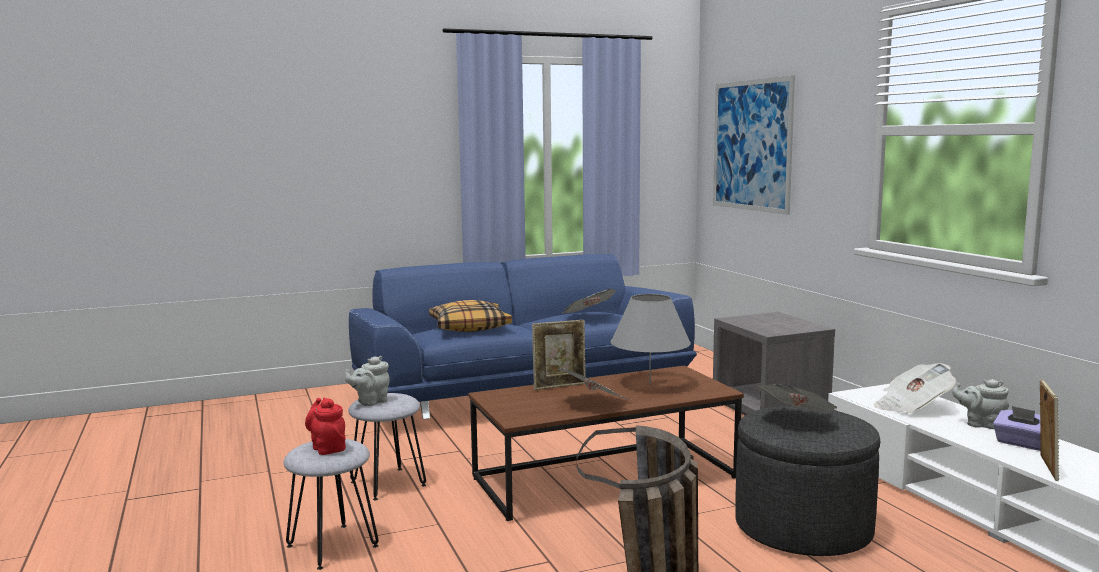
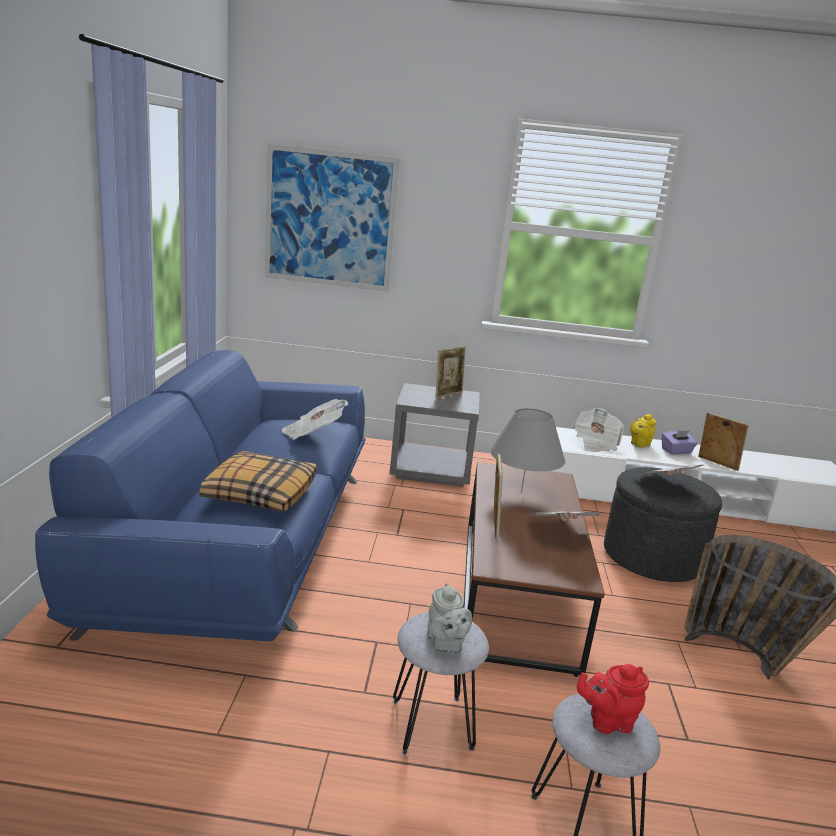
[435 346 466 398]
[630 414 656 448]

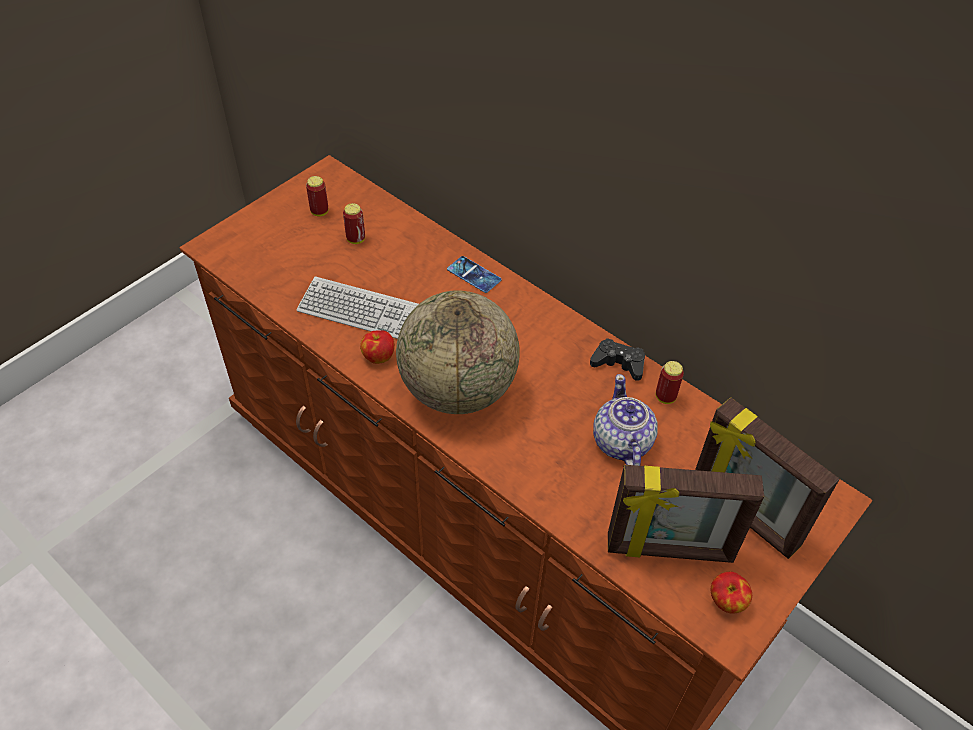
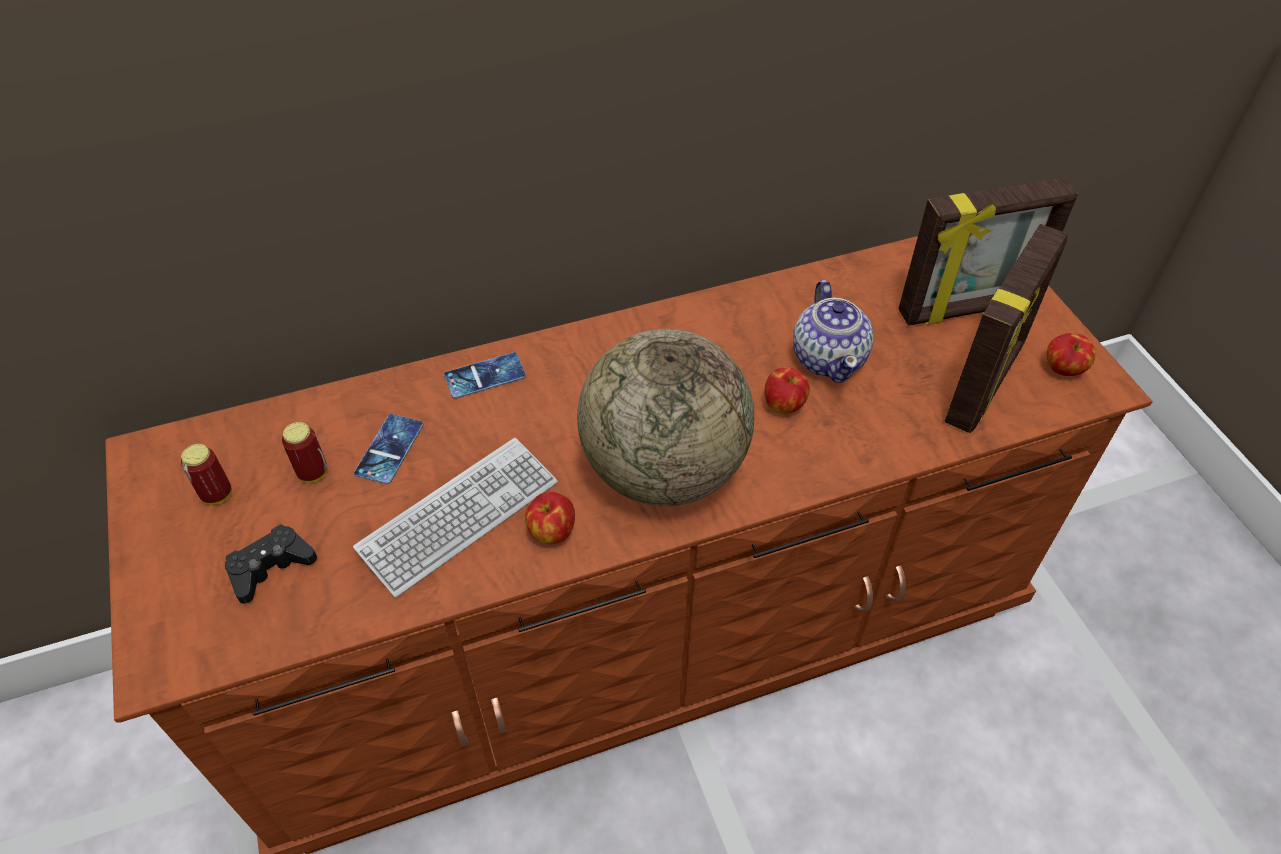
[656 361 684 404] (first image)
[354 414 423 484]
[764 367 810 414]
[225 524 317 604]
[793 280 874 383]

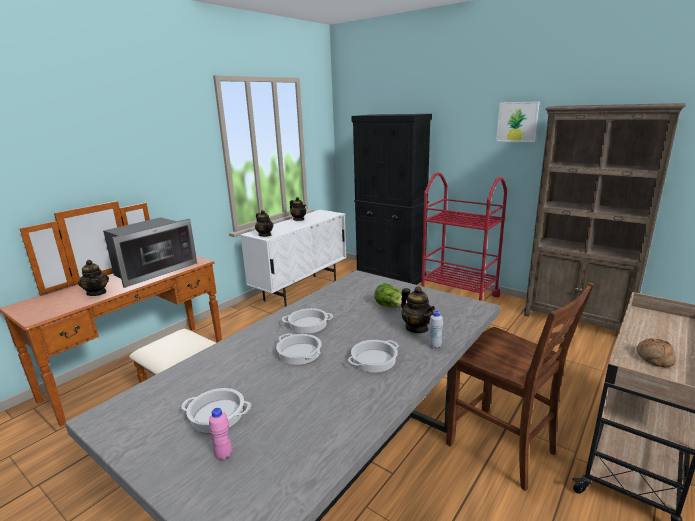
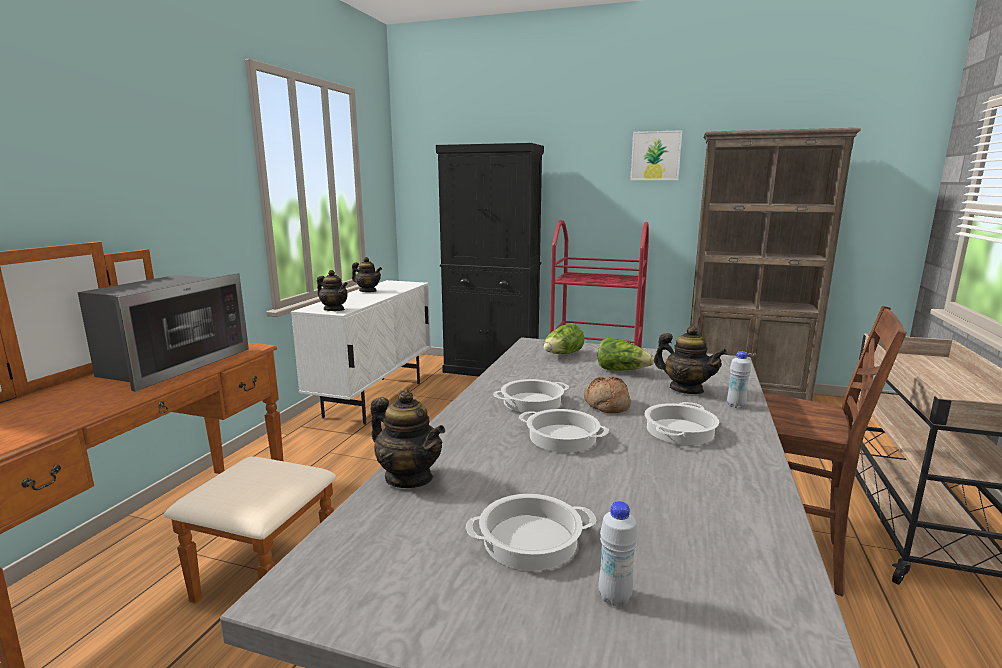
[543 323 585 354]
[370 389 445 488]
[584 376 631 413]
[599 501 638 606]

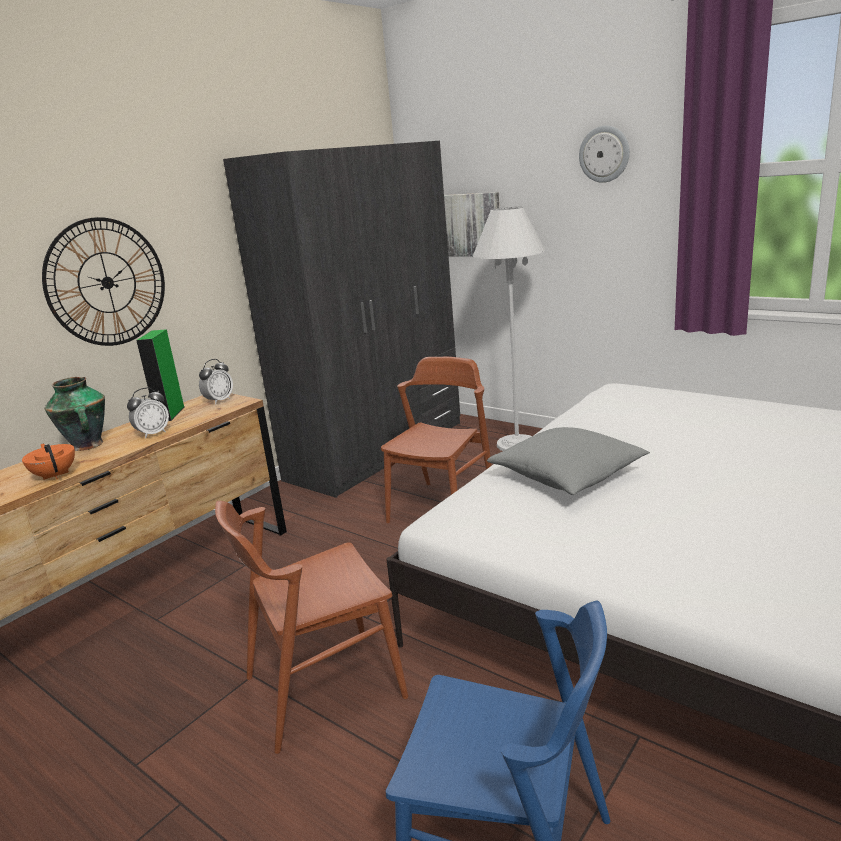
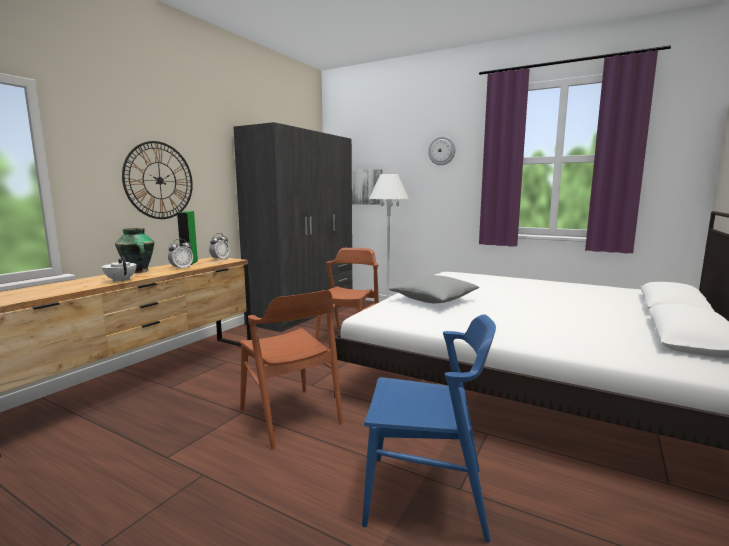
[102 256 137 282]
[240 290 343 449]

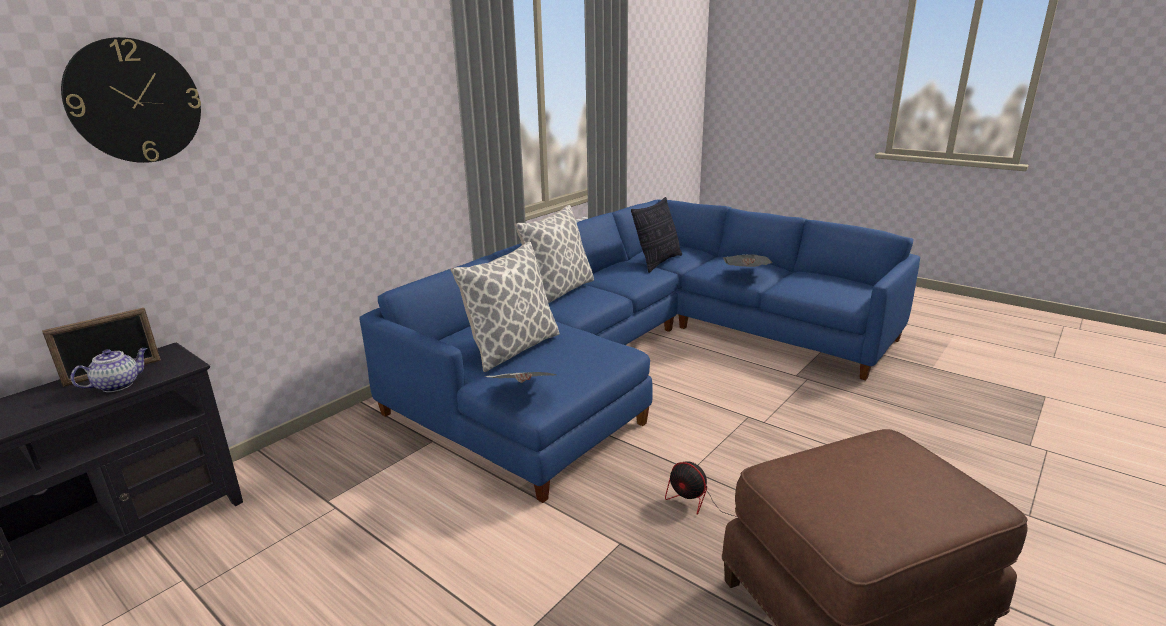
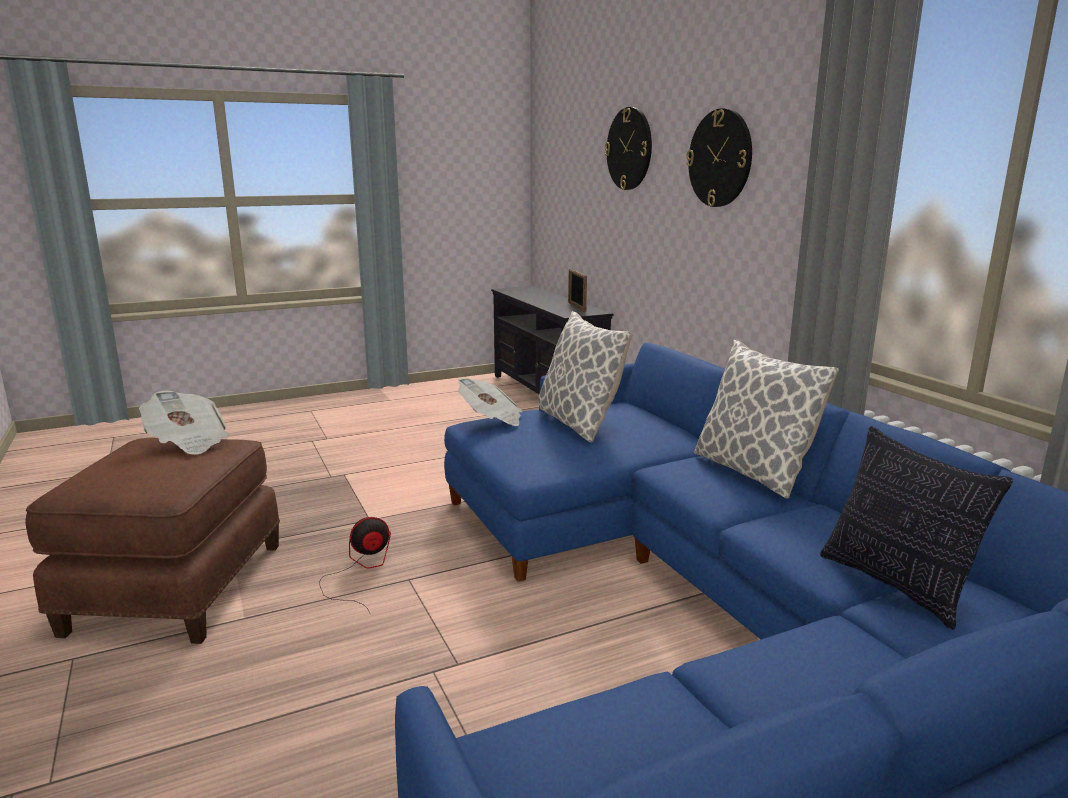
[71 348 147 392] (first image)
[686 108 752 207]
[139 390 229 455]

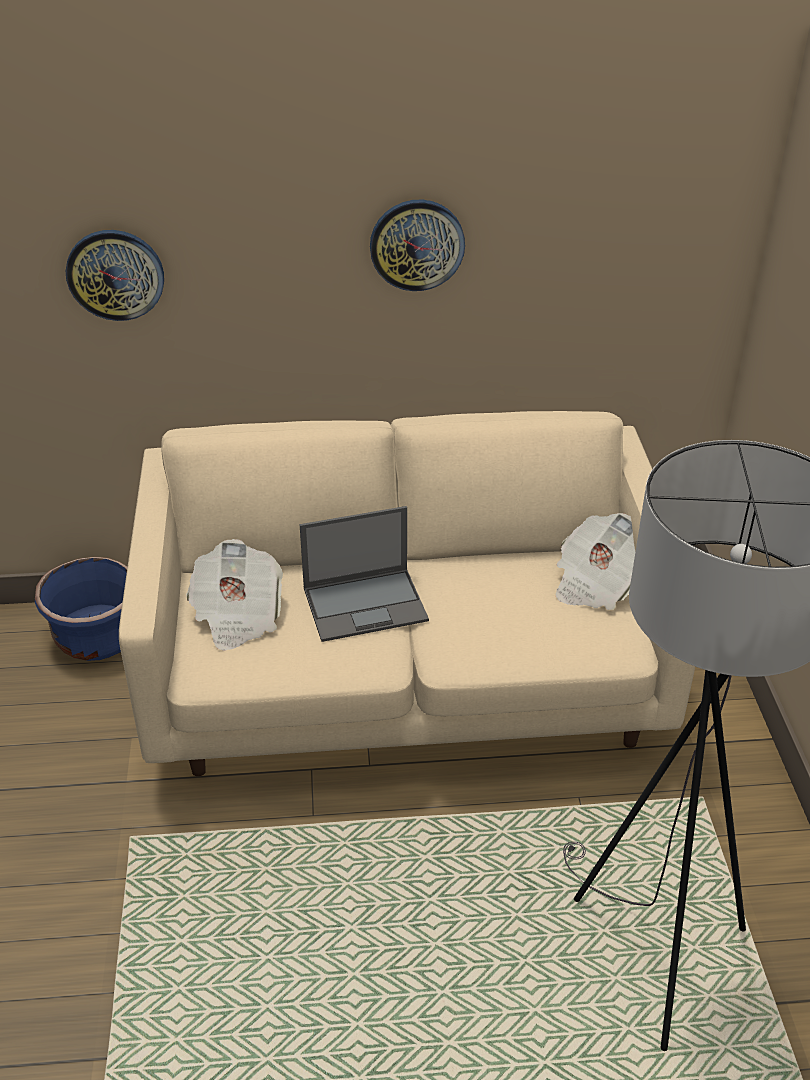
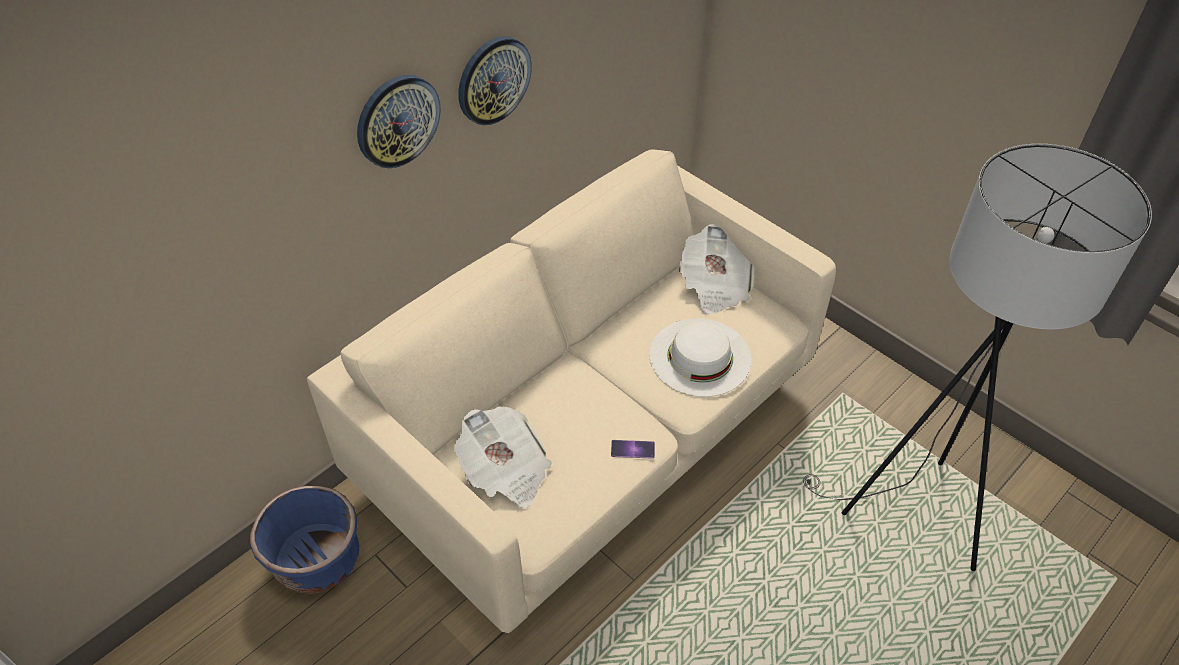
[300 506 429 642] (first image)
[611 440 655 459]
[649 318 751 397]
[357 75 441 168]

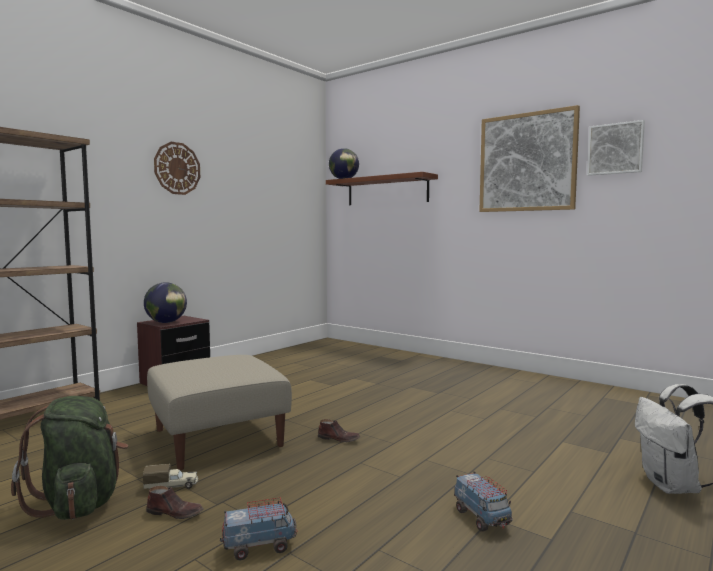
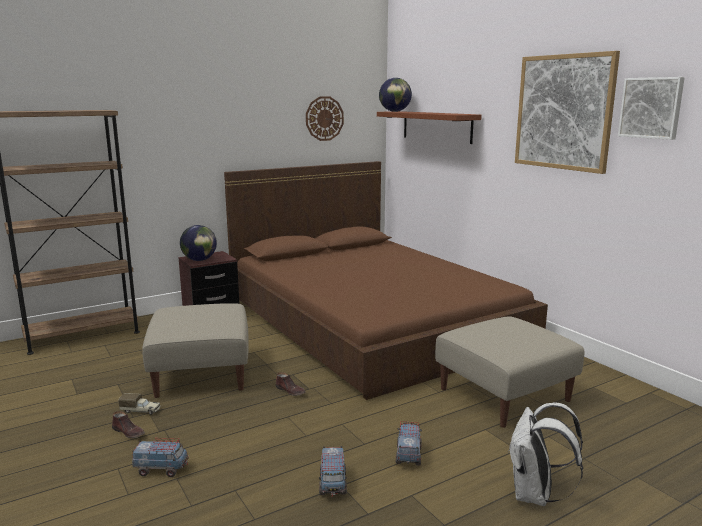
[11 396 128 520] (first image)
[224 161 548 400]
[396 421 422 466]
[435 317 584 428]
[306 96 344 141]

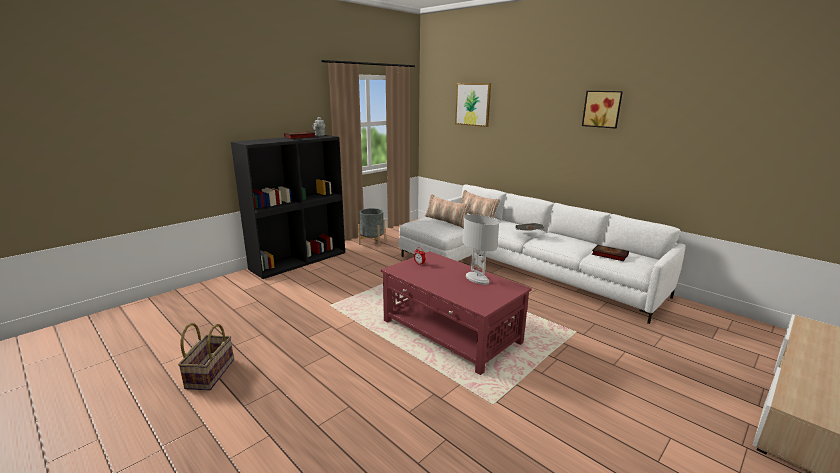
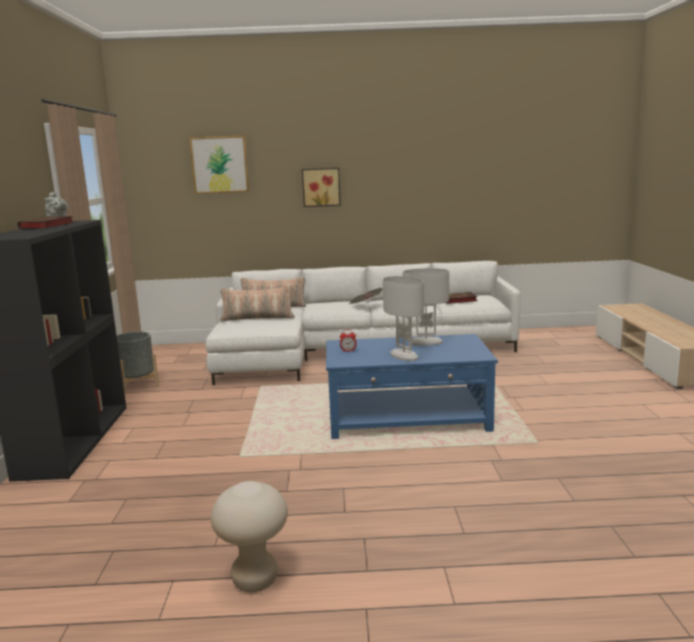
[383 276 424 361]
[302 168 341 207]
[211 481 288 592]
[326 334 498 439]

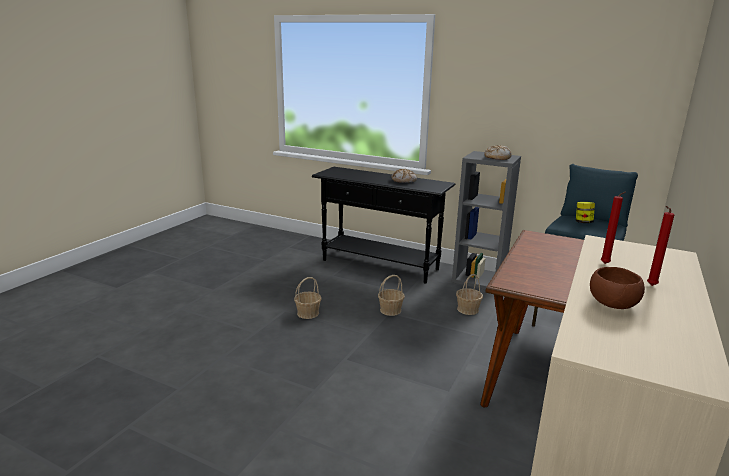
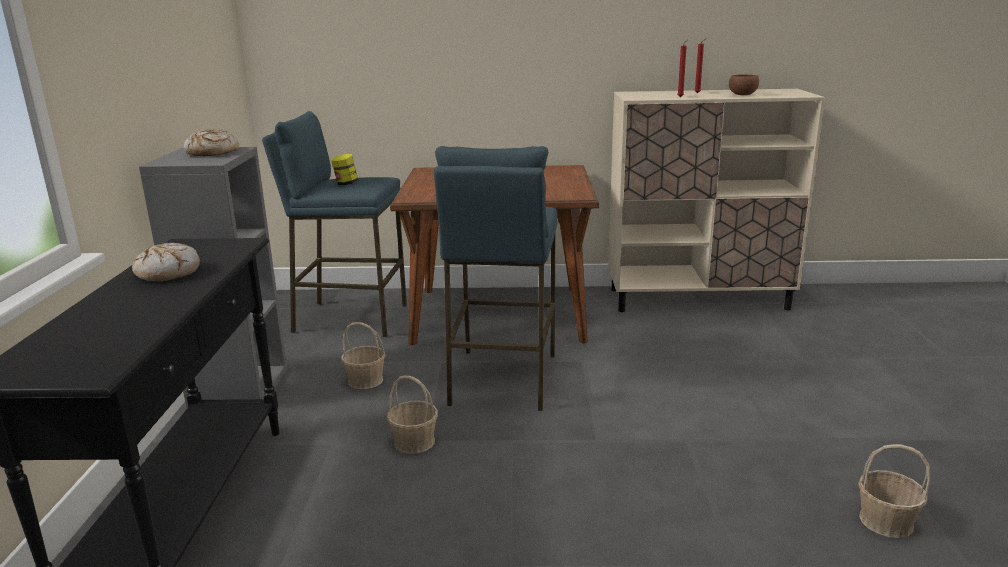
[434 146 557 411]
[858 444 930 538]

